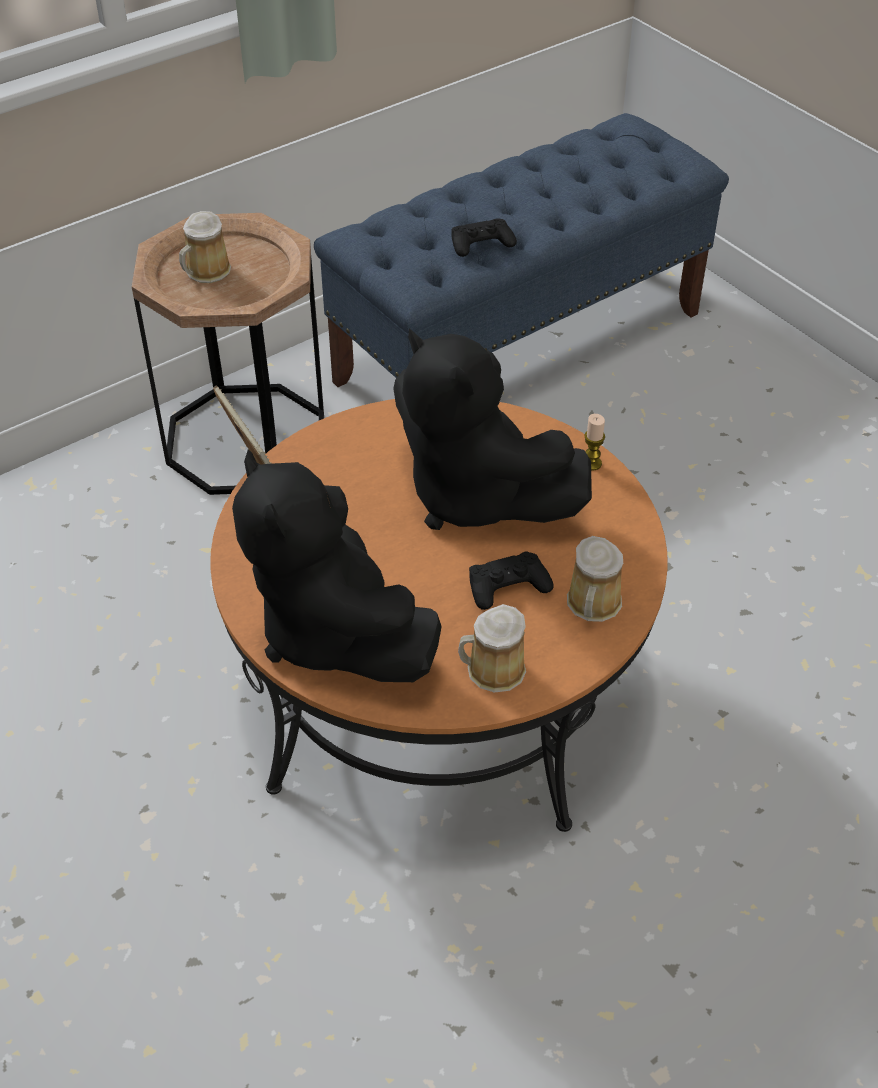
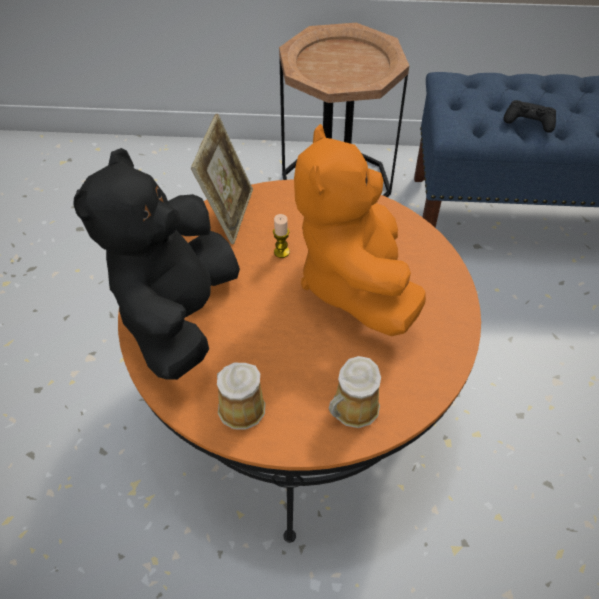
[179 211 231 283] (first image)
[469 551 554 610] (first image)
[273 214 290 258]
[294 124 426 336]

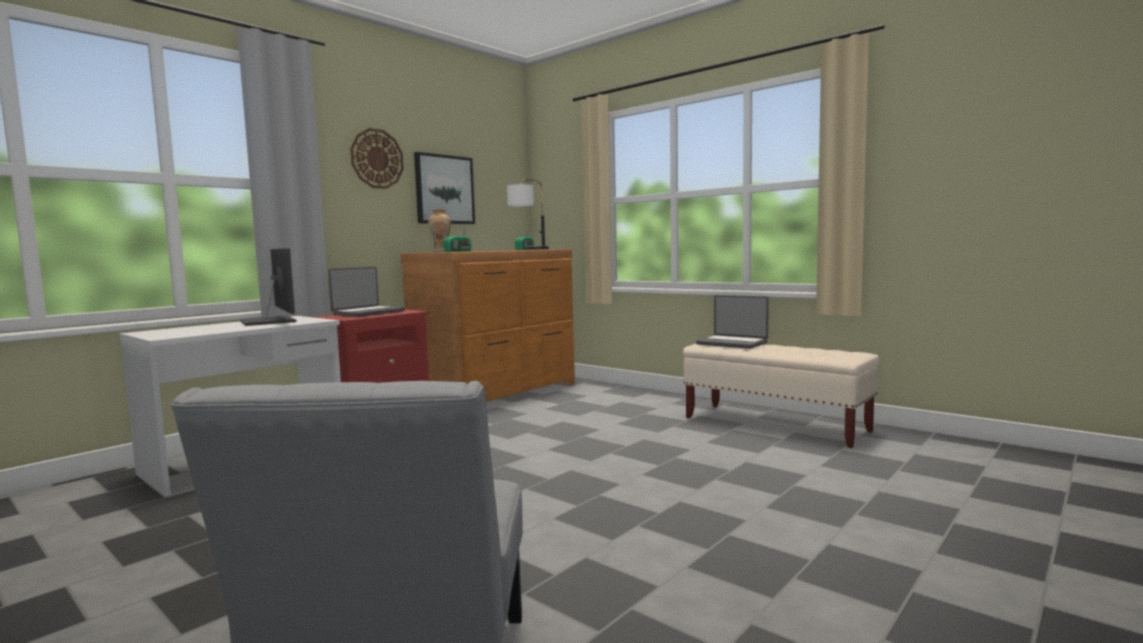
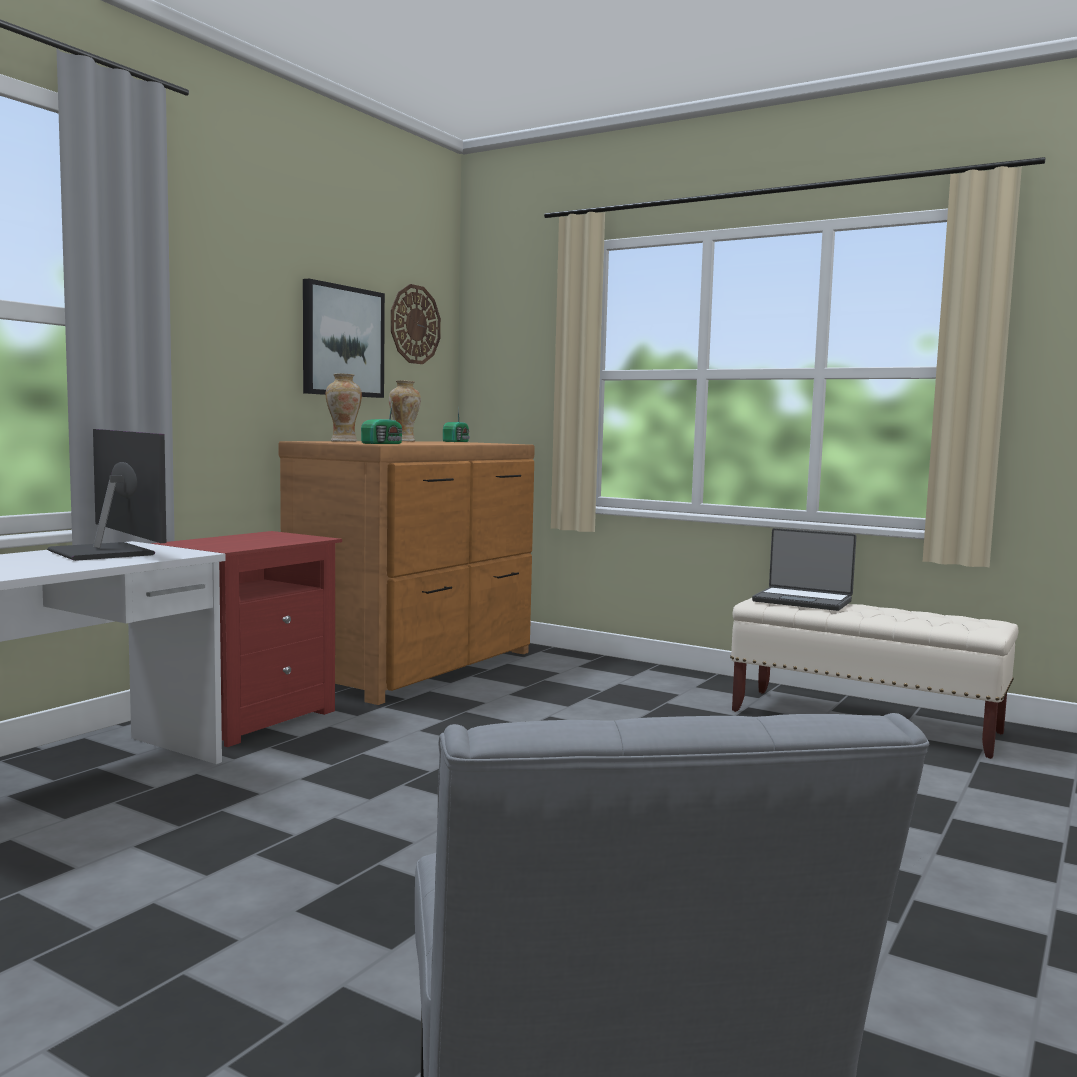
[328 267 405 317] (first image)
[507 179 549 250] (first image)
[389 380 421 442]
[391 284 441 364]

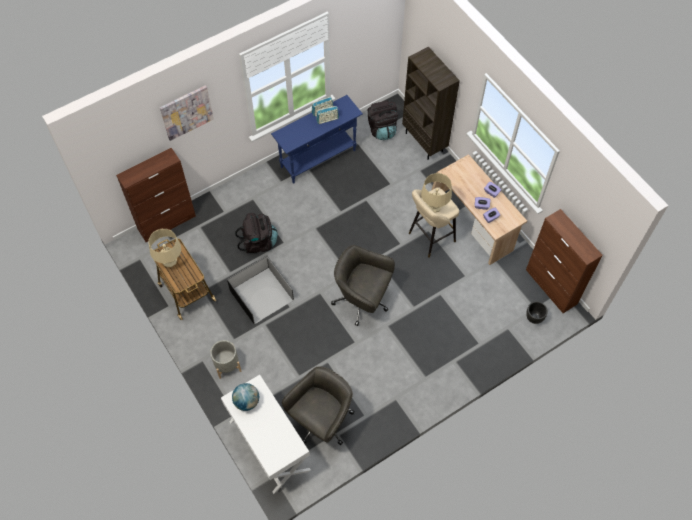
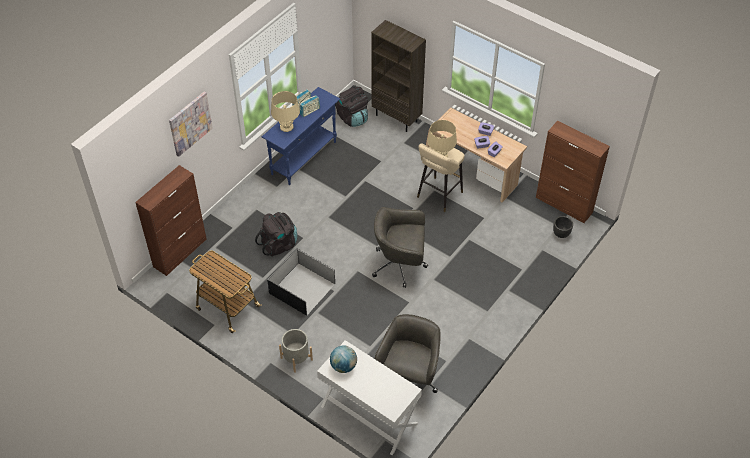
[271 91 300 132]

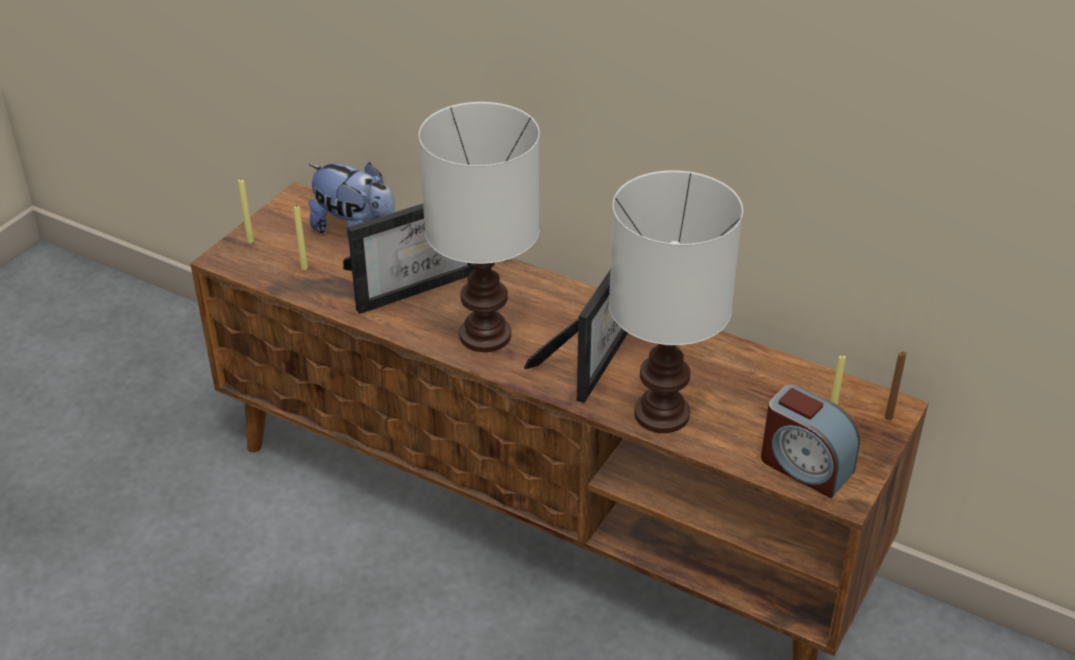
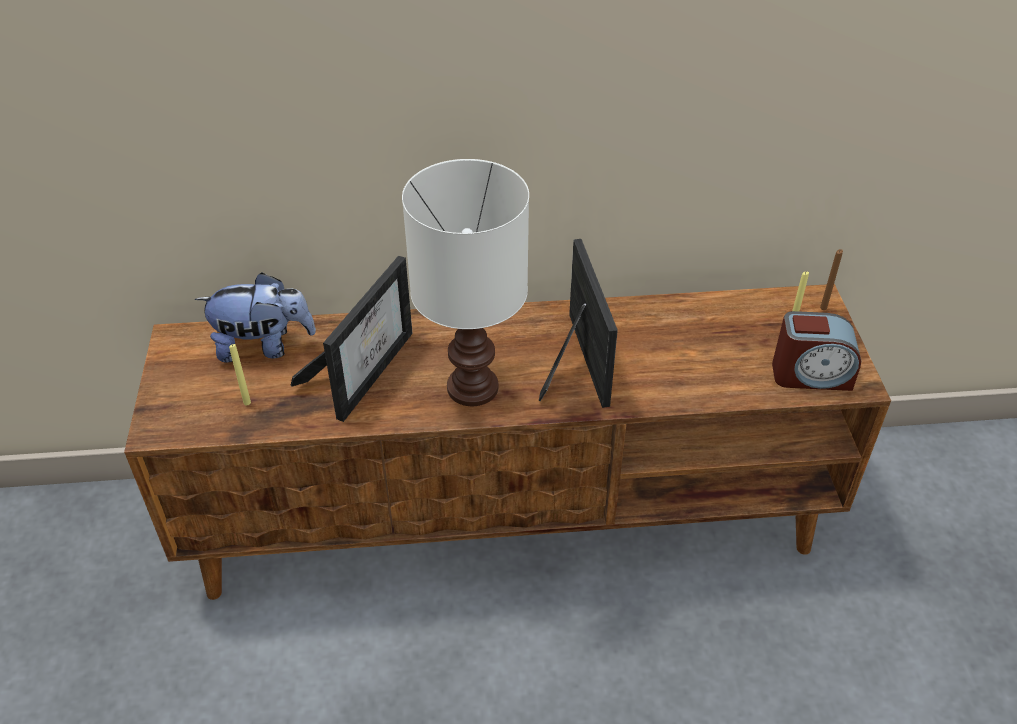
[238 180 254 243] (first image)
[609 170 743 433] (first image)

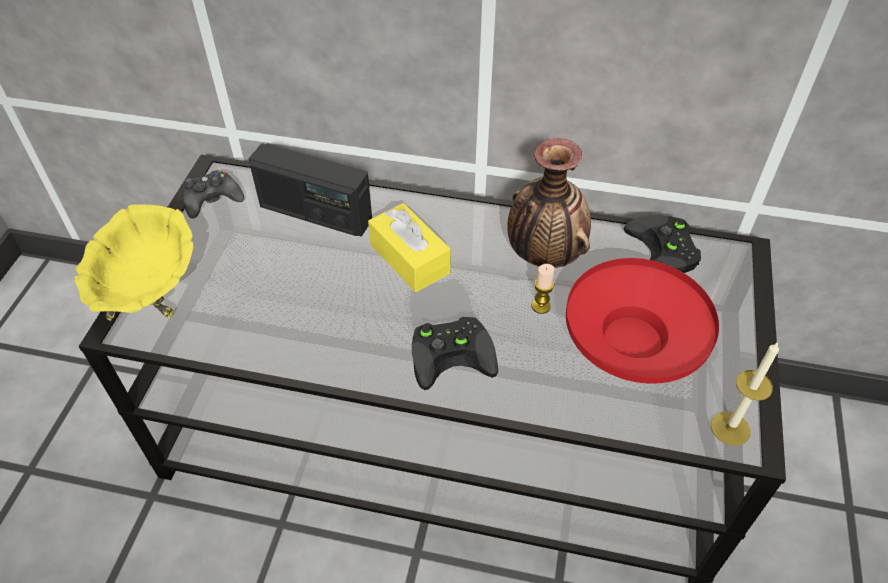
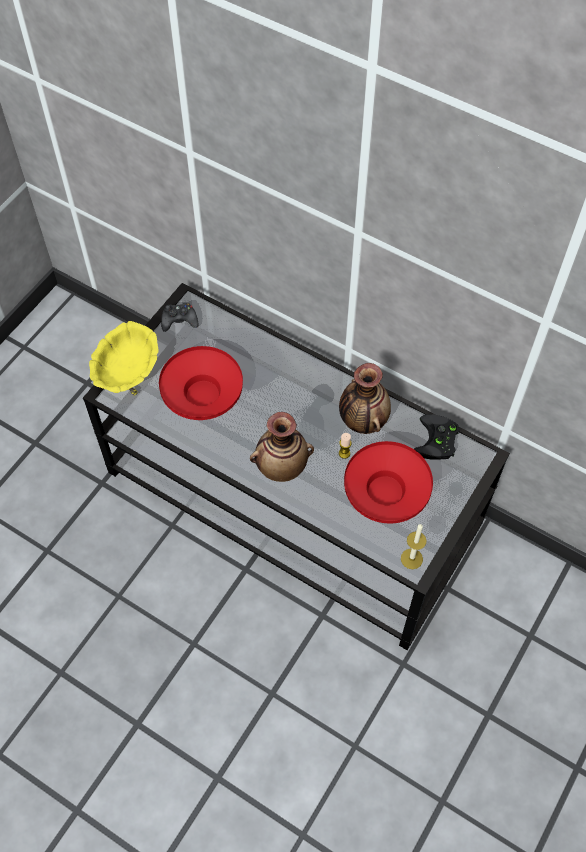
[249 143 372 237] (first image)
[368 203 451 292] (first image)
[159 346 243 420]
[250 412 314 482]

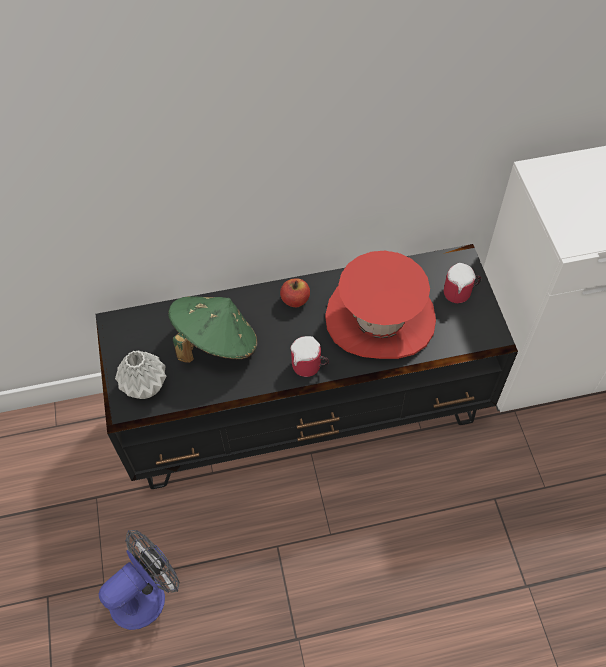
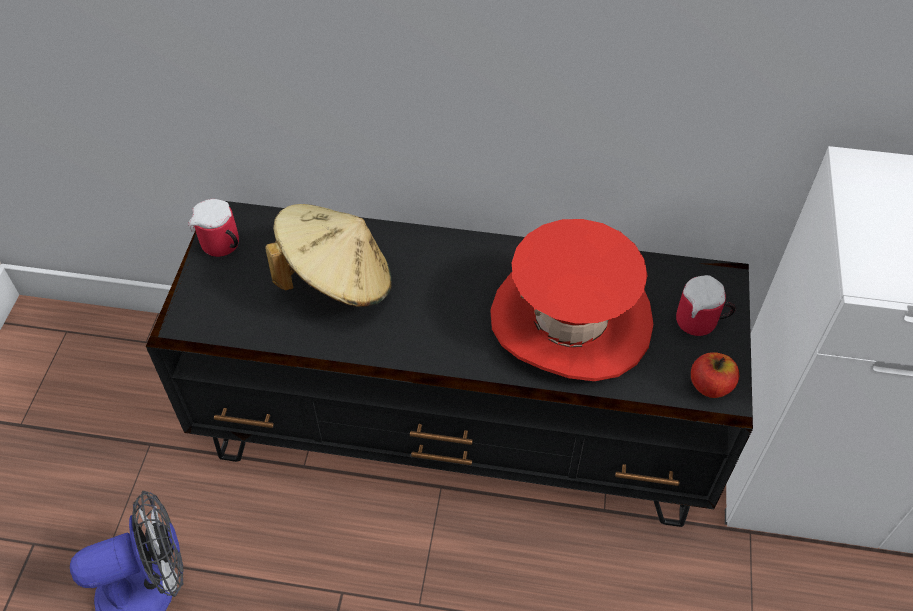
[115 350 167 399] (first image)
[691 352 739 398]
[188 199 239 257]
[265 204 392 307]

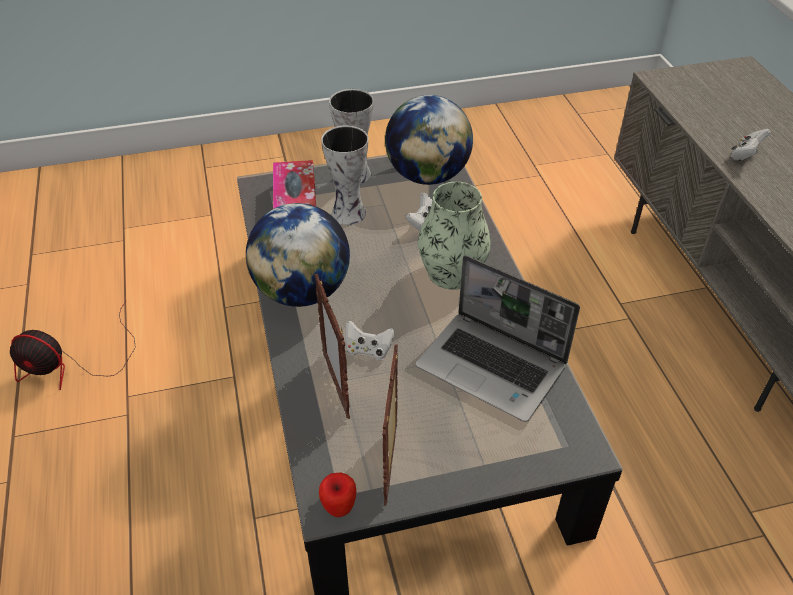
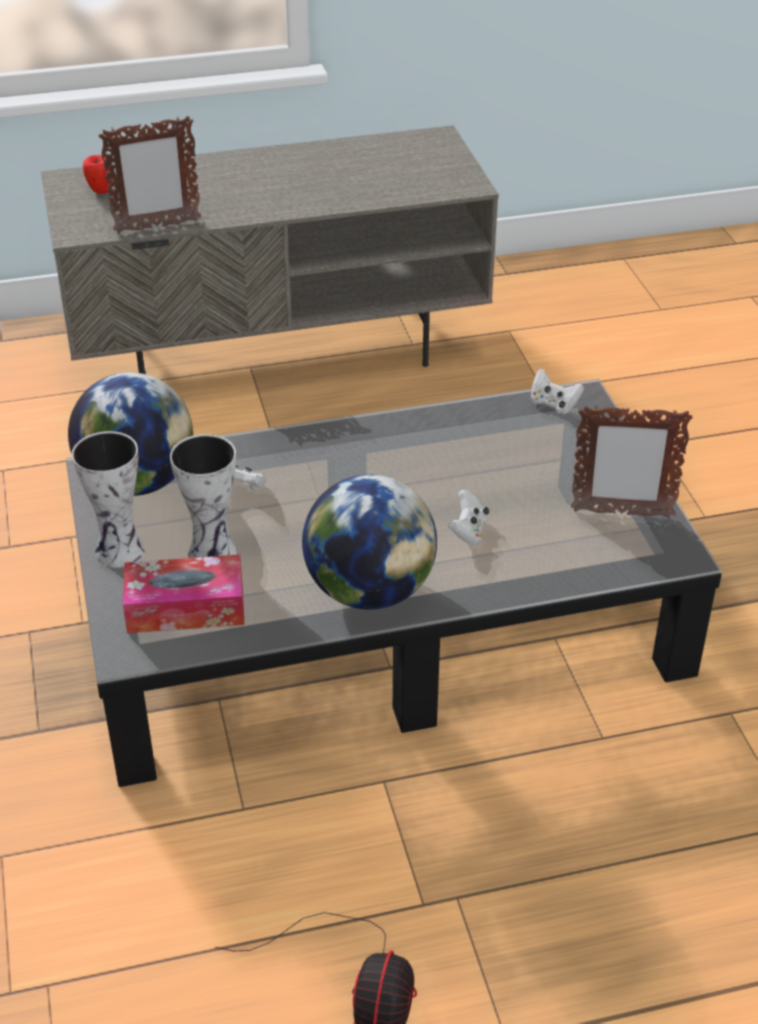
[416 255 580 422] (first image)
[418 182 491 290] (first image)
[98 116 201 234]
[83 155 112 194]
[531 368 584 414]

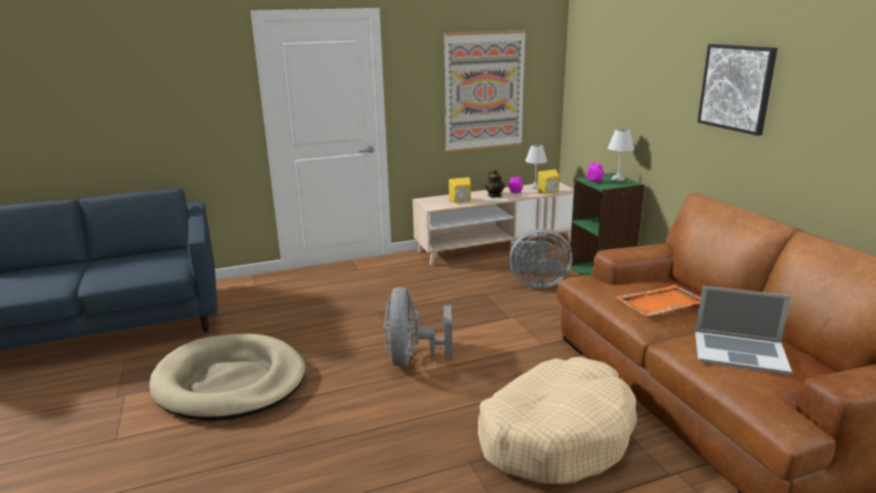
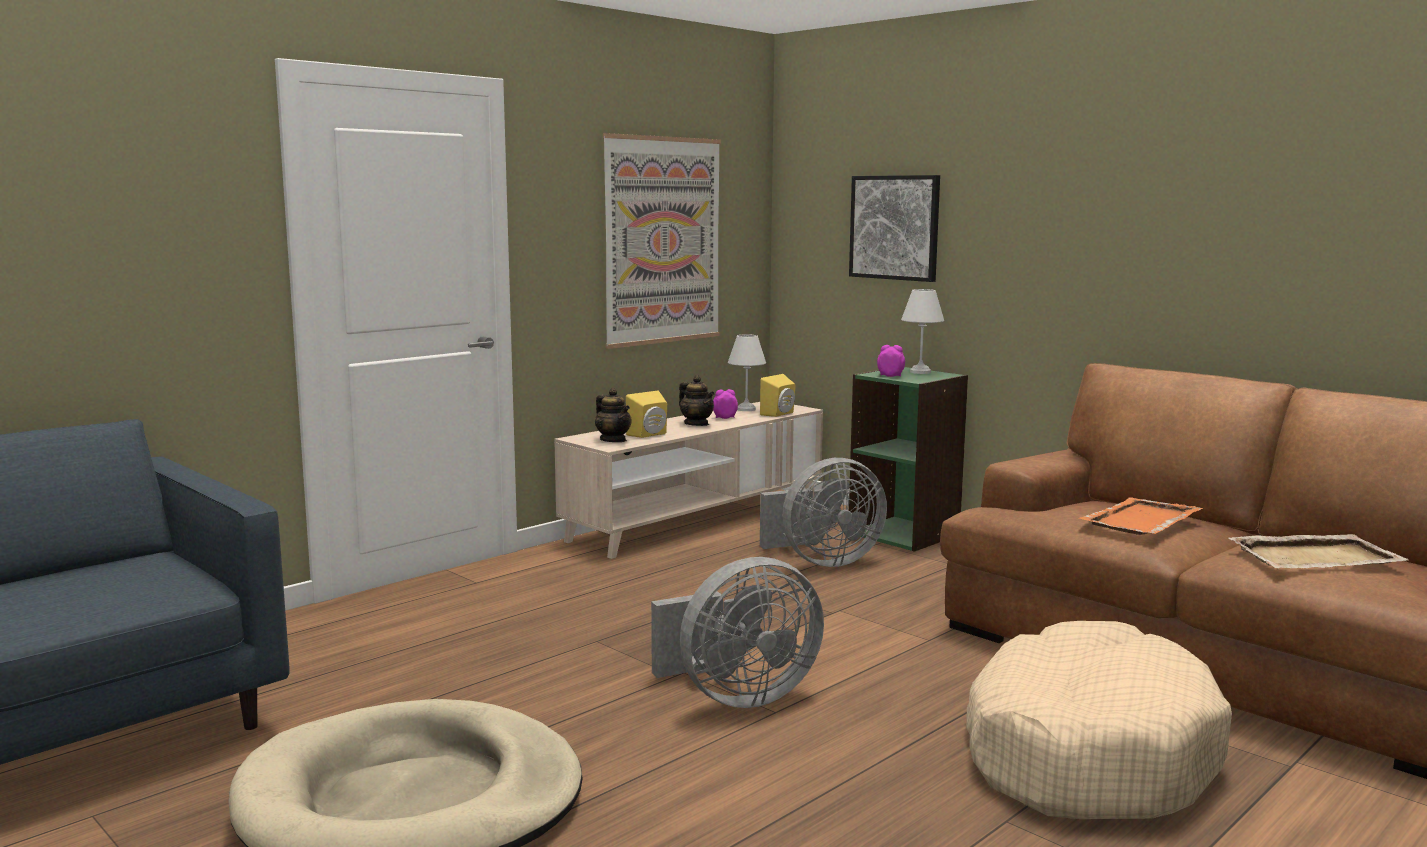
[595 388 632 442]
[849 175 940 282]
[1229 534 1410 568]
[651 557 824 708]

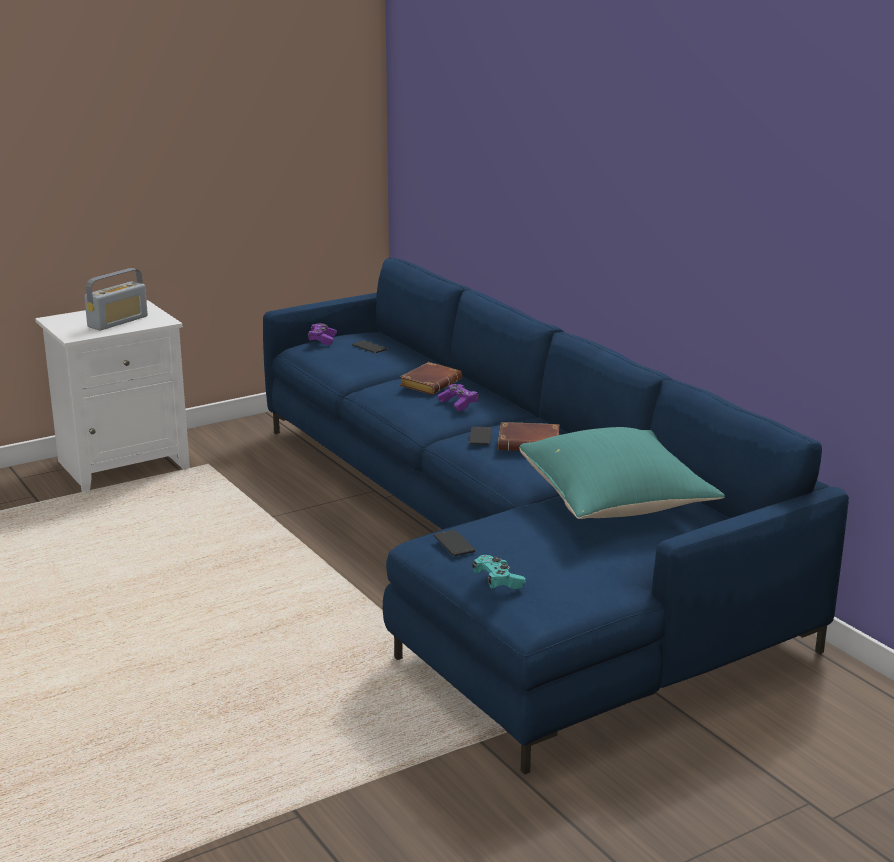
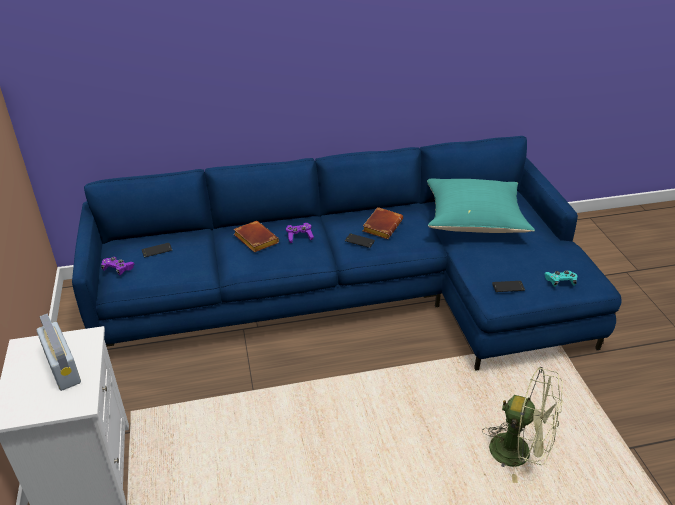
[482 367 563 483]

